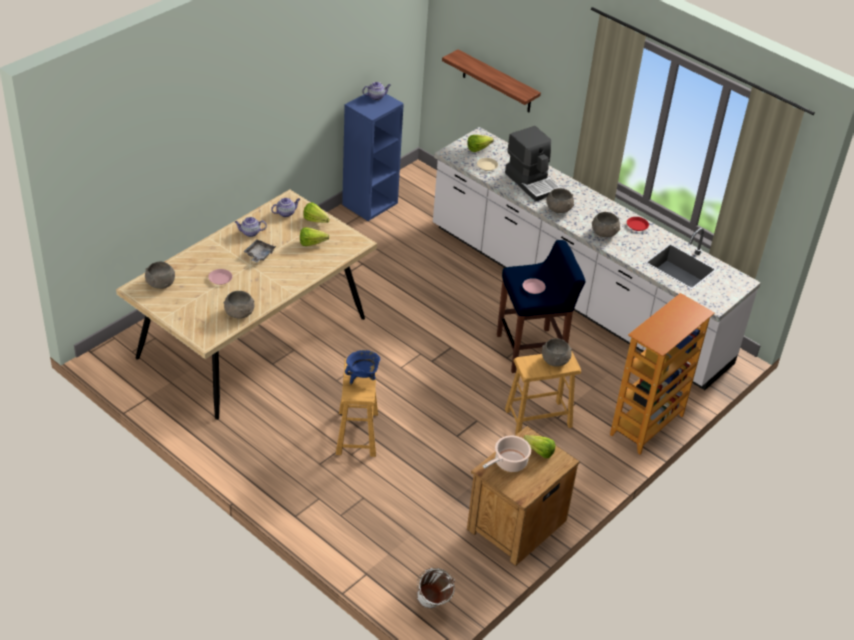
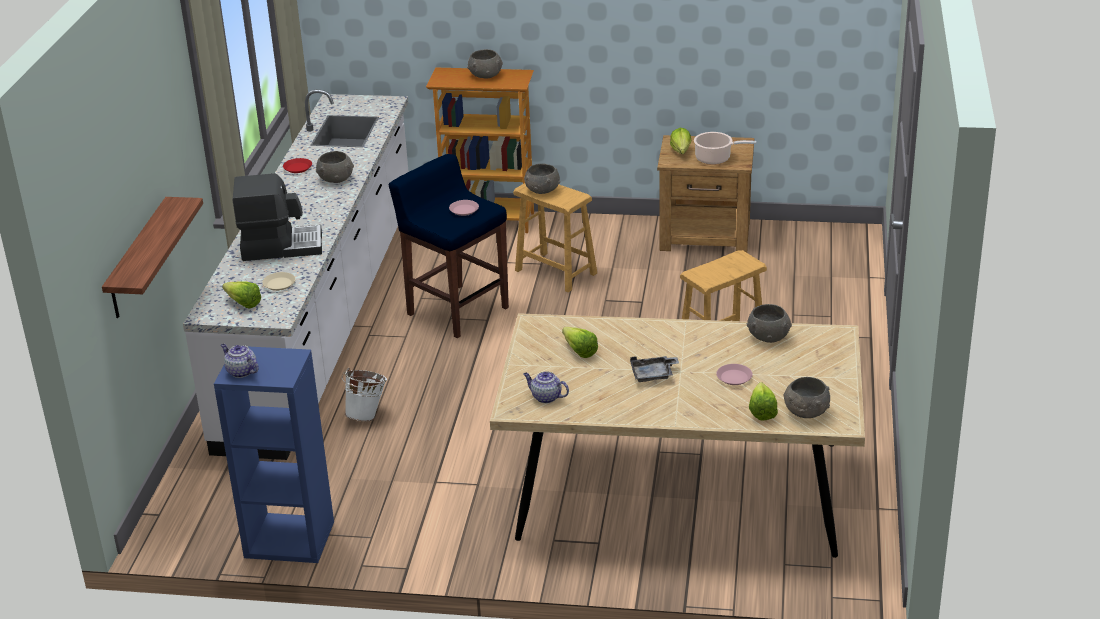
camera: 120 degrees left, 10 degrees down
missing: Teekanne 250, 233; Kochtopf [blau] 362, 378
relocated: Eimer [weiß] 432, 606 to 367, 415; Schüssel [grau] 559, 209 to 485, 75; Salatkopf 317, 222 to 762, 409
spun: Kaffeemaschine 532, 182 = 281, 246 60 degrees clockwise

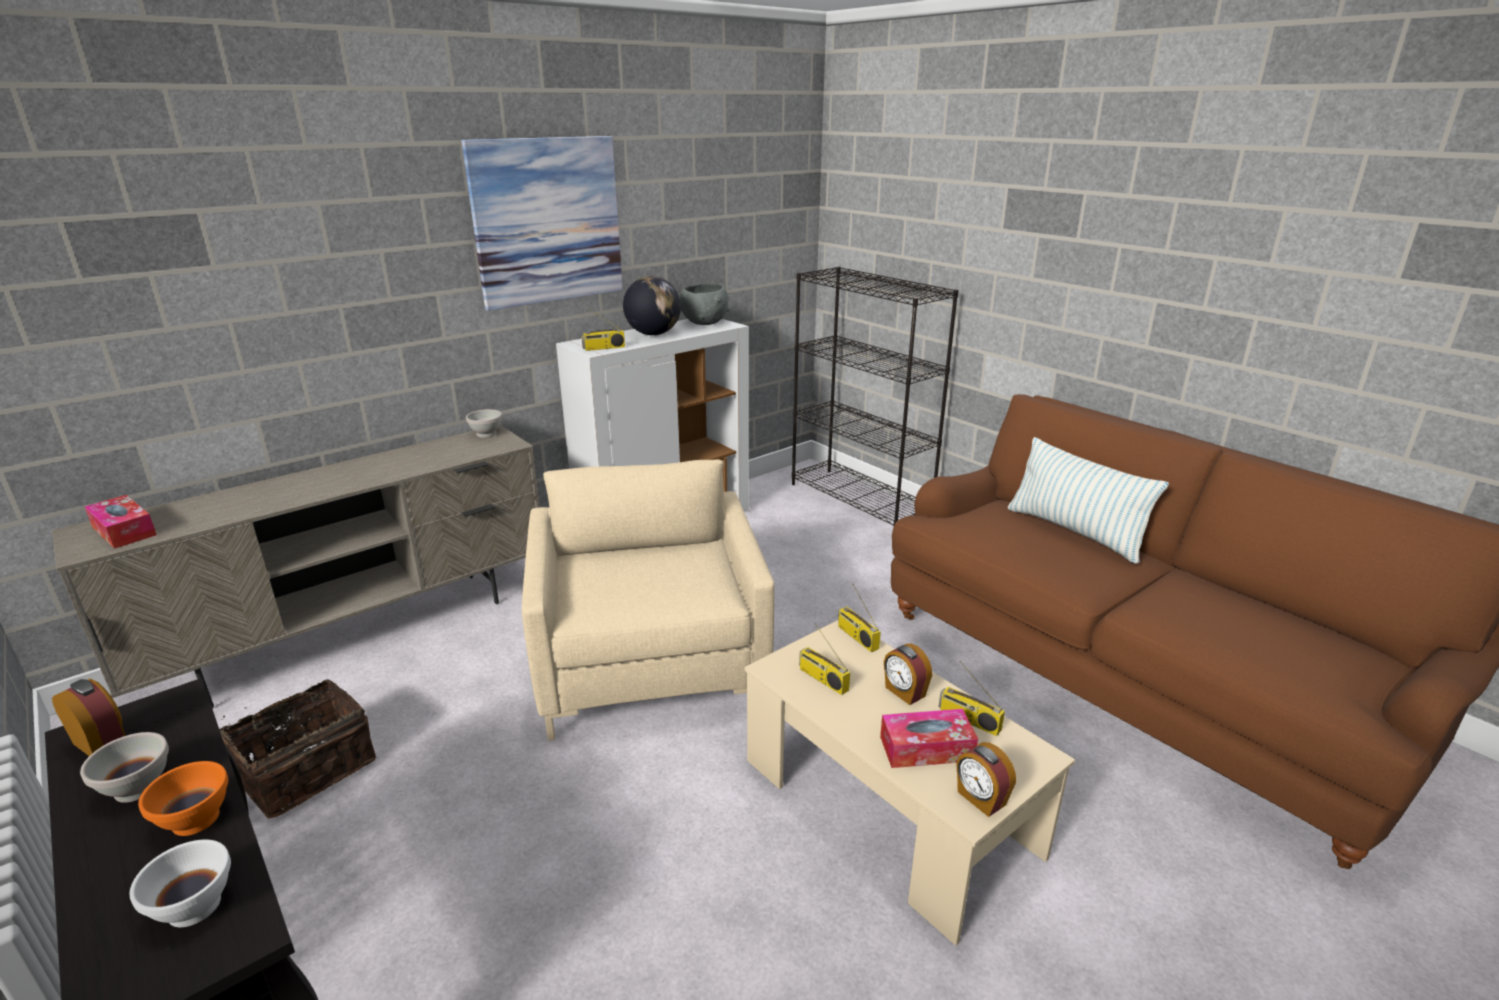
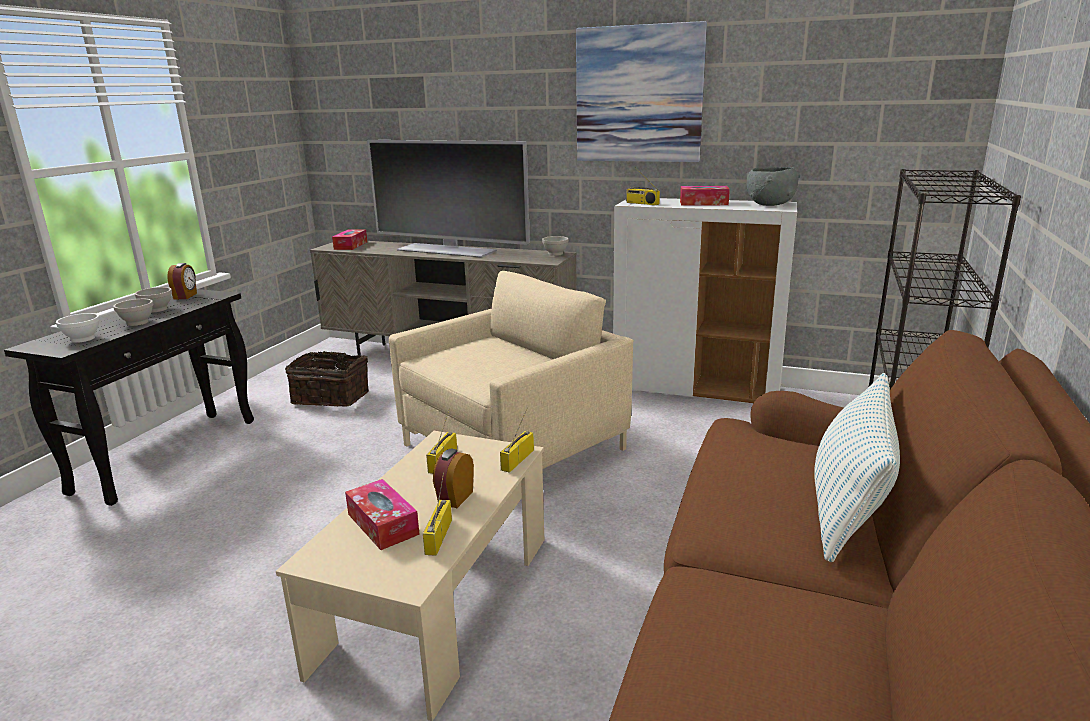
camera: 60 degrees right, 5 degrees down
missing: Wecker 980, 799
appeared: Fernseher 447, 250
exchanged: Globus 653, 334 to Taschentuchbox 703, 203
colour: Schüssel [orange] 196, 819 to Schüssel [weiß] 138, 322

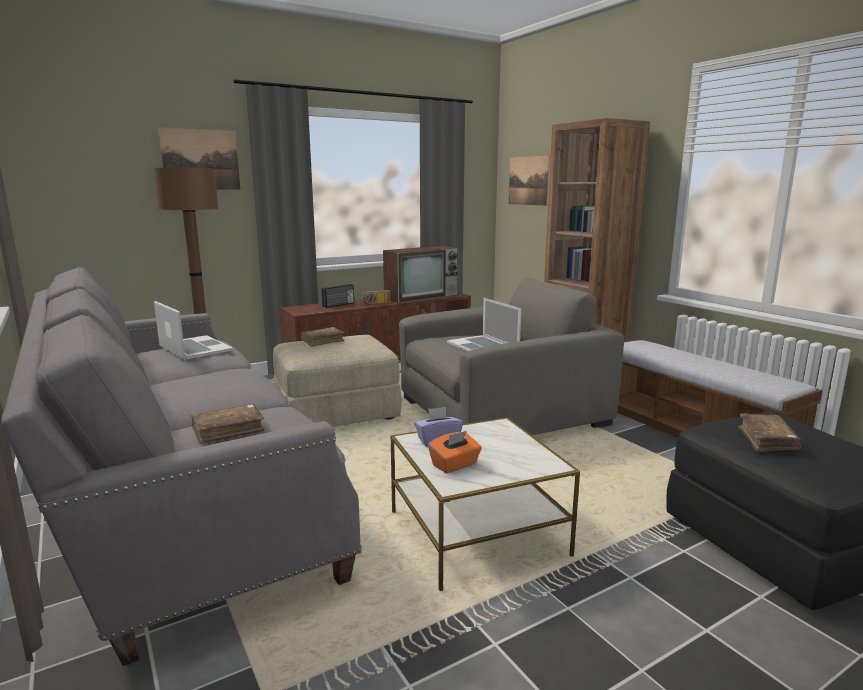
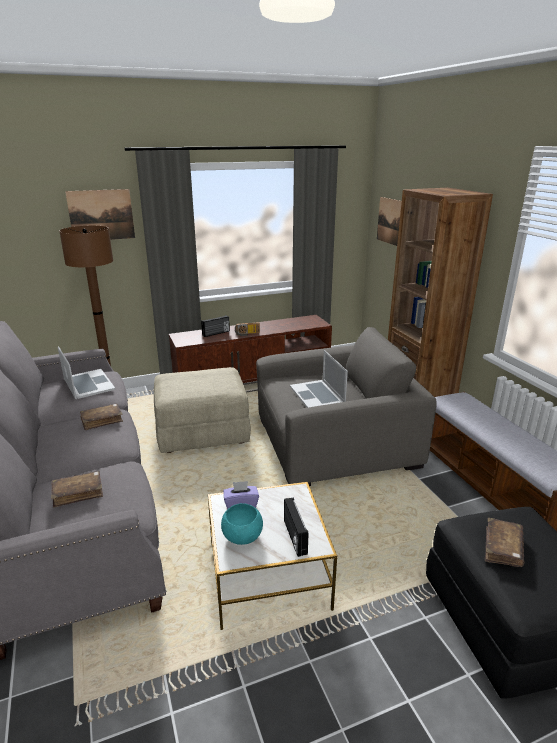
camera: 10 degrees right, 10 degrees up
missing: Fernseher 422, 296
appeared: Radio 294, 537
relocated: Buch [braun] 322, 341 to 102, 420
exchanged: Taschentuchbox [orange] 455, 465 to Schüssel [türkis] 242, 536

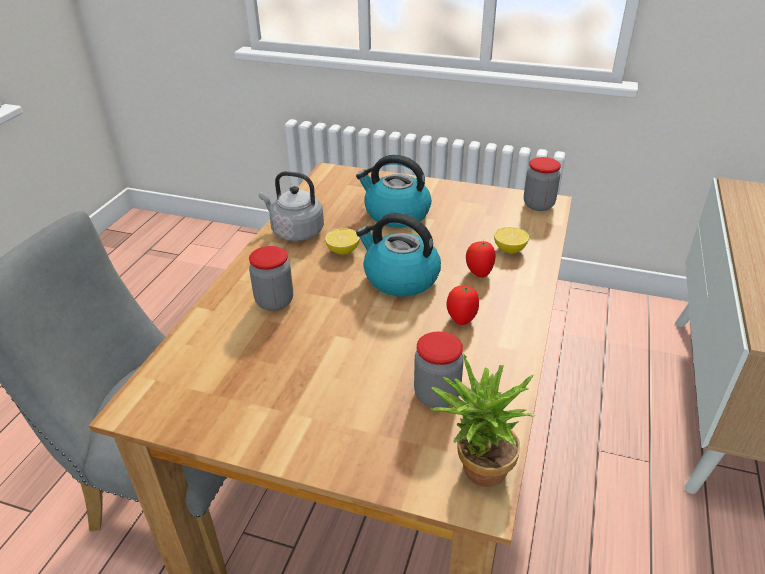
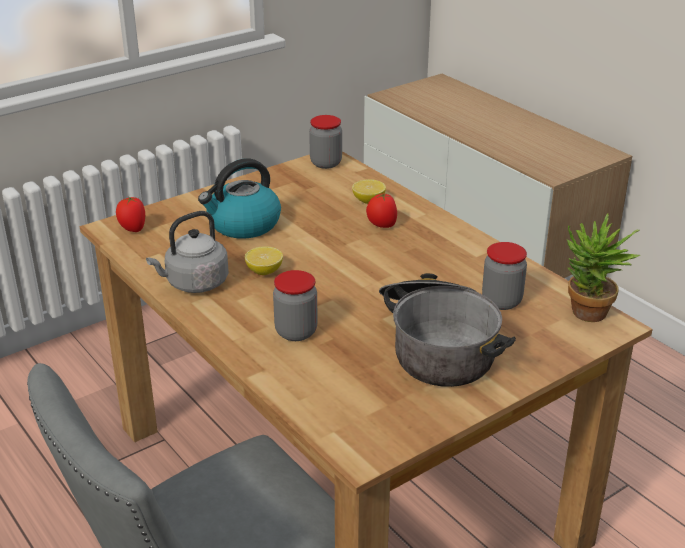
camera: 55 degrees left, 5 degrees down
missing: Wasserkessel 400, 278
appeared: Kochtopf 438, 347
relocated: Tomate 461, 319 to 132, 229

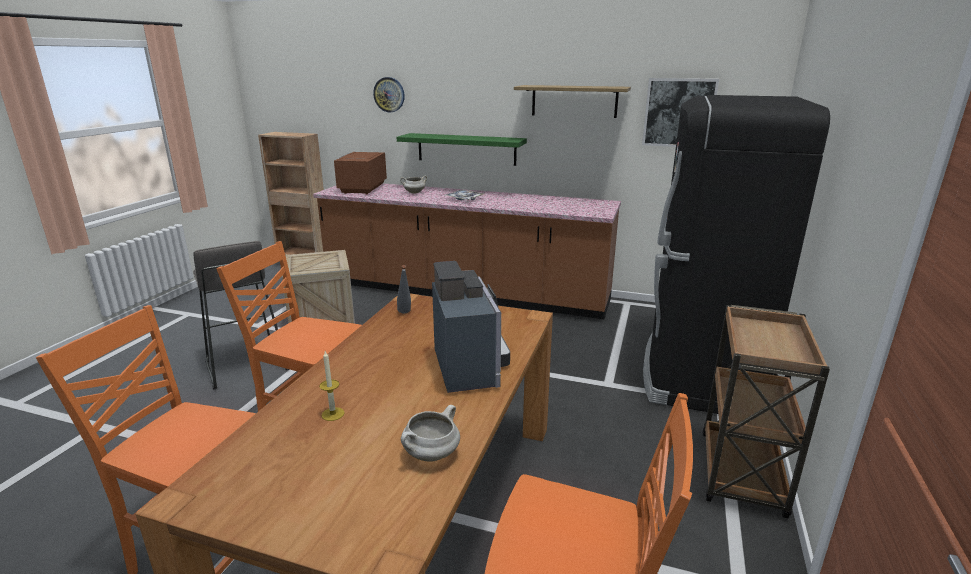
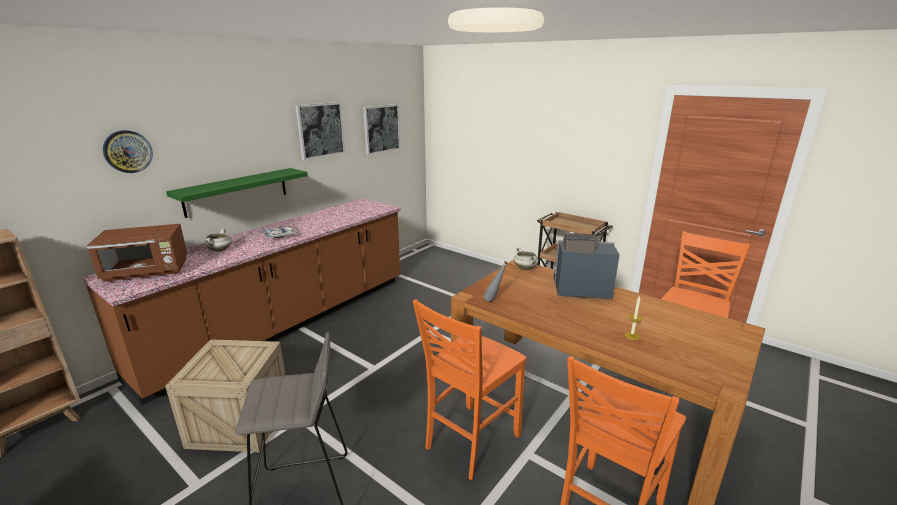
camera: 70 degrees left, 0 degrees up
missing: Kühlschrank [schwarz] 698, 373
relocated: Kochtopf [weiß] 431, 455 to 525, 268
exchanged: Wandregal 574, 101 to Bild 320, 130
spun: Mikrowelle [braun] 362, 188 = 148, 272 45 degrees counterclockwise

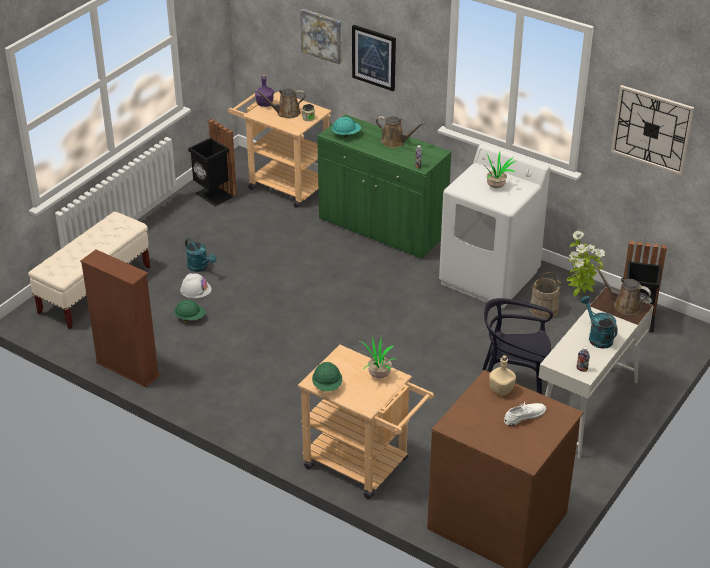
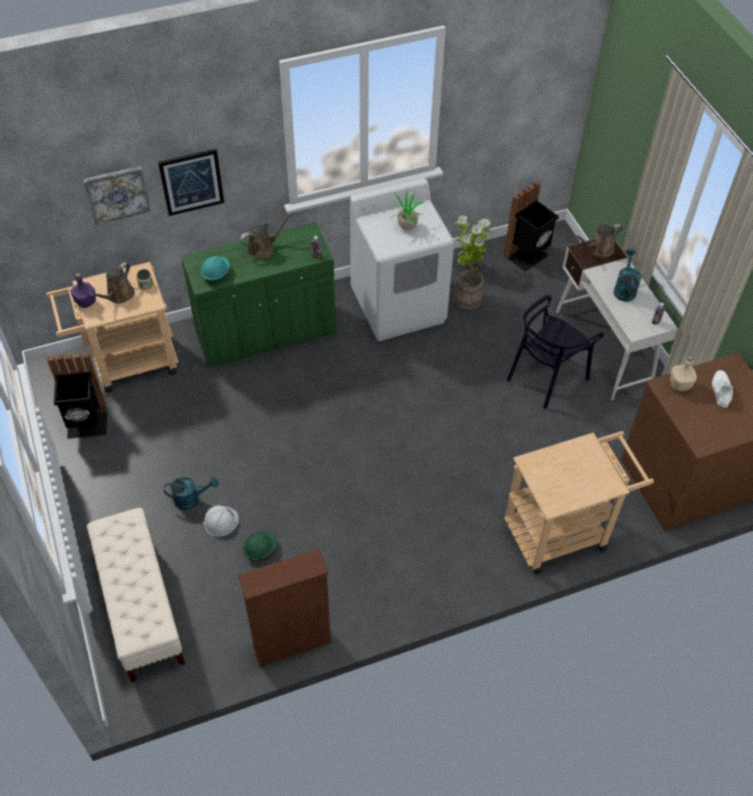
camera: 55 degrees left, 15 degrees up
missing: Schutzhelm [grün] 327, 386; Topfpflanze 377, 375; Wanduhr 652, 129
spun: Gießkanne [türkis] 597, 337 = 624, 289 90 degrees clockwise

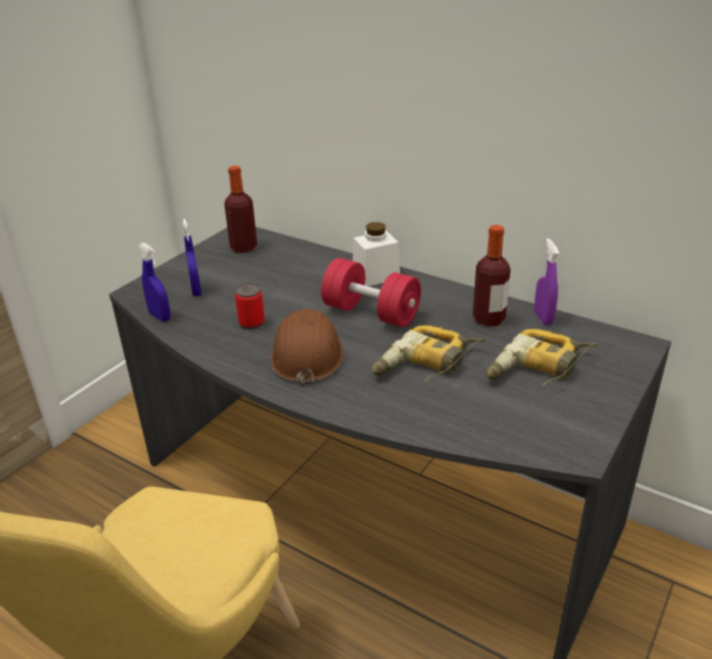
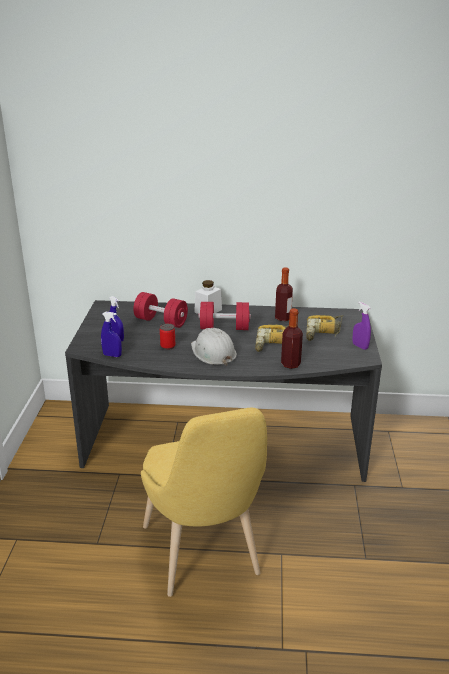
camera: 30 degrees left, 5 degrees down
appeared: Hantel [rot] 161, 321
relocated: Flasche 243, 248 to 290, 364; Sprühflasche [lila] 543, 318 to 360, 346
colour: Schutzhelm [braun] 307, 354 to Schutzhelm [weiß] 213, 352

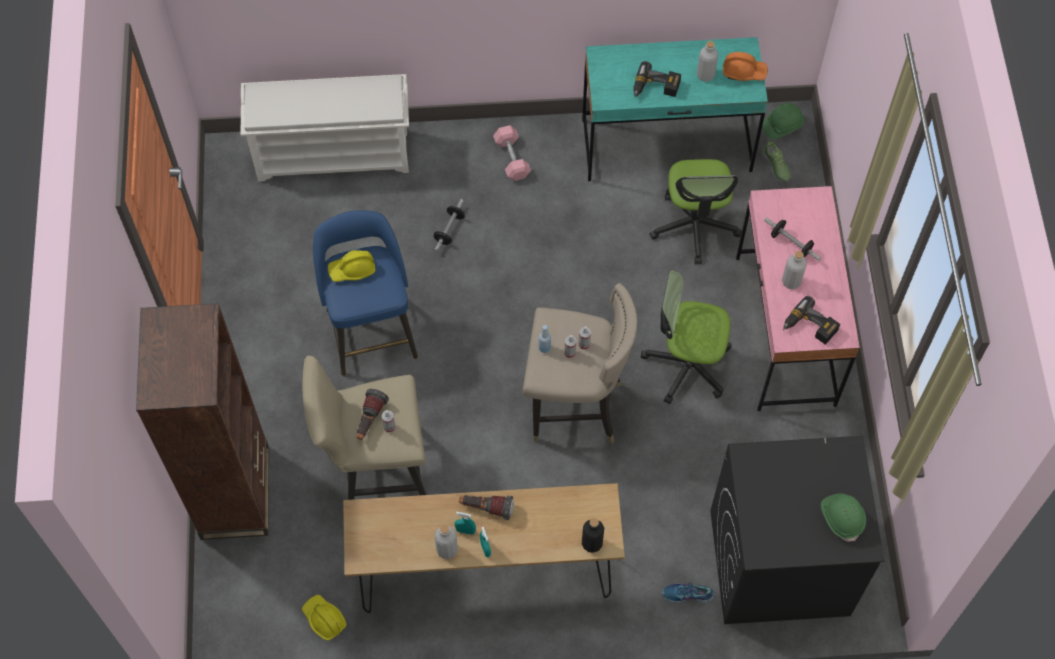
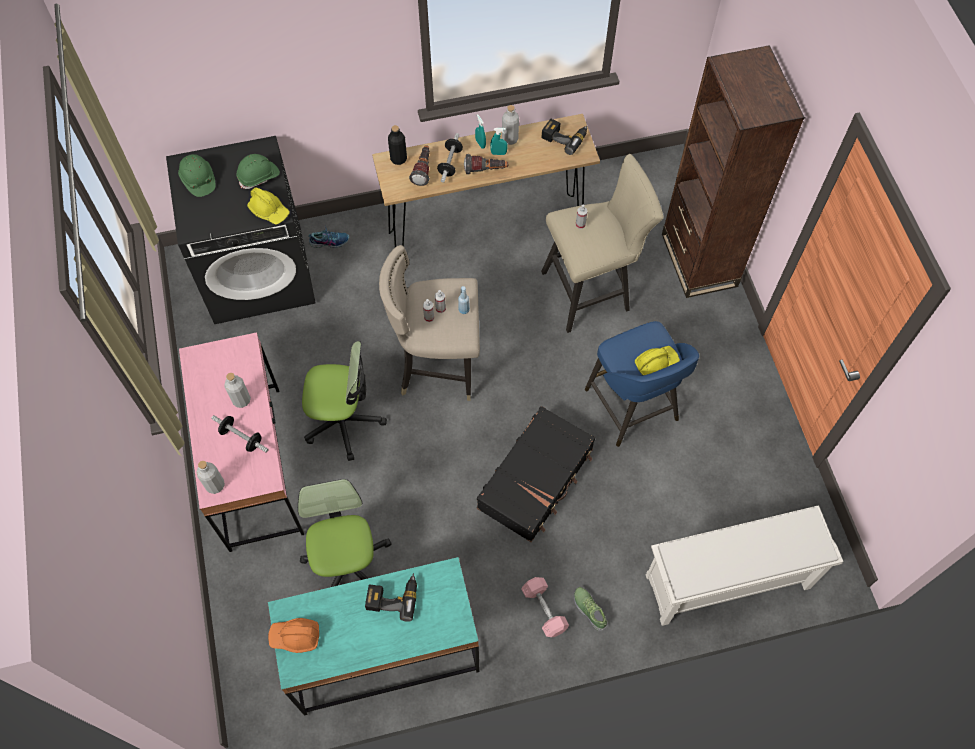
camera: 170 degrees right, 0 degrees up
appeared: Koffer [schwarz] 536, 479
relocated: Flasche [grau] 705, 75 to 215, 485; Schutzhelm [grün] 782, 125 to 259, 177; Schutzhelm [gelb] 324, 619 to 269, 210; Taschenlampe 370, 420 to 423, 170; Hantel 449, 230 to 450, 163; Bohrmaschine 809, 328 to 565, 137; Schuh 776, 166 to 590, 609

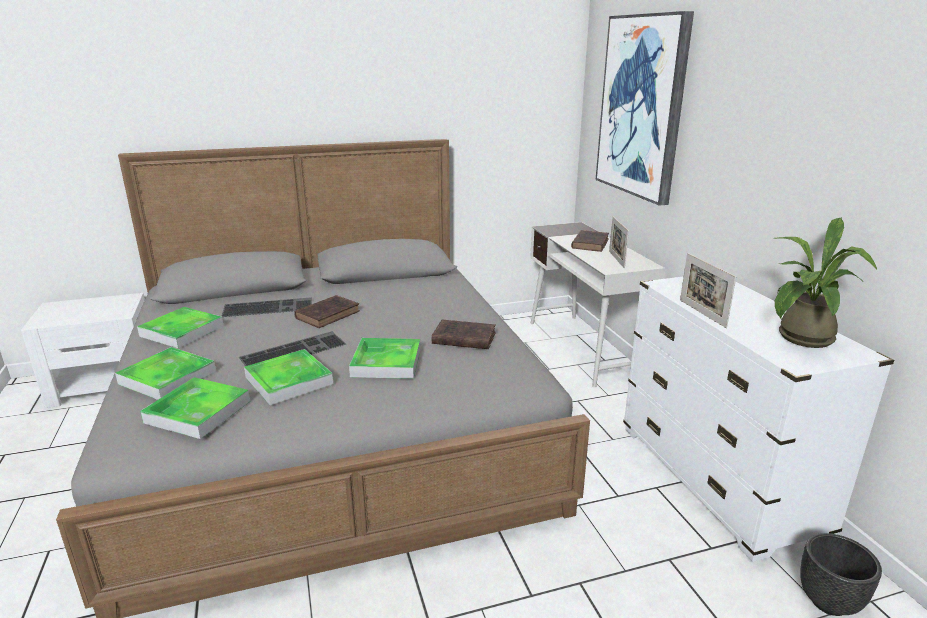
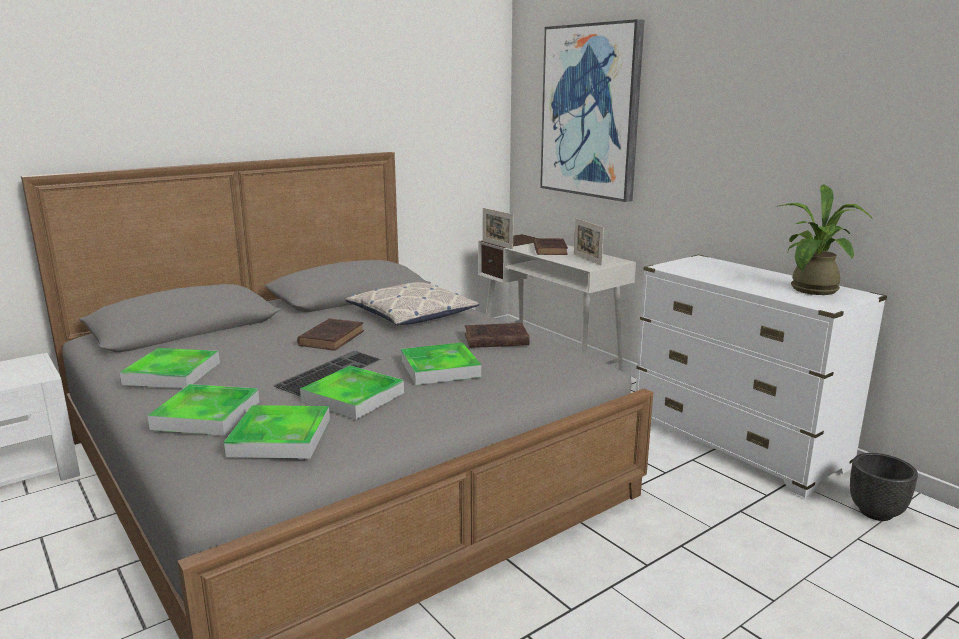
camera: 20 degrees left, 5 degrees down
missing: Tastatur 269, 307
appeared: Kissen 411, 314
relocated: Bilderrahmen 702, 313 to 497, 245

